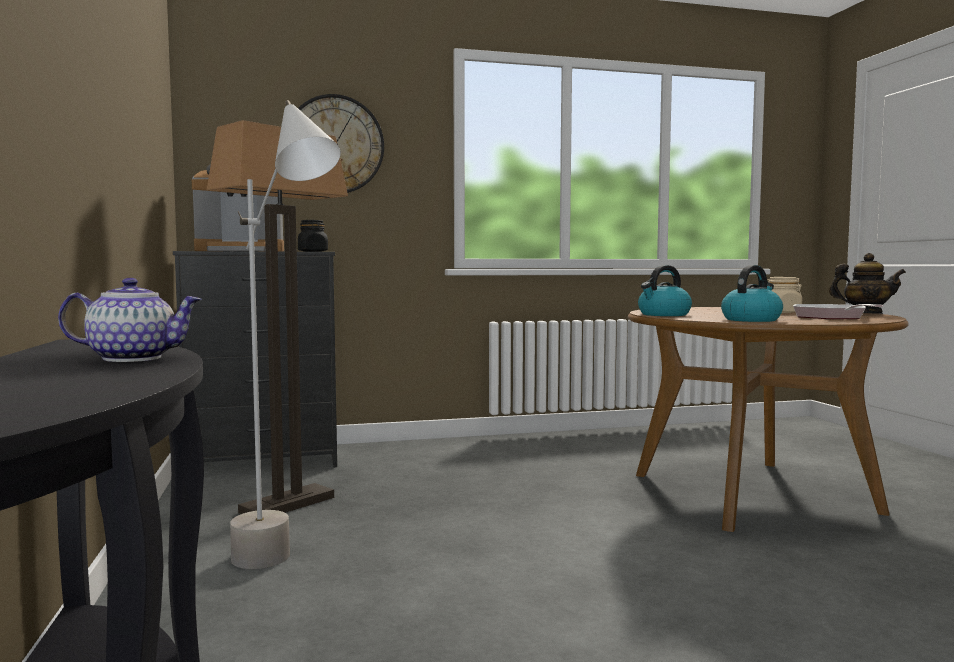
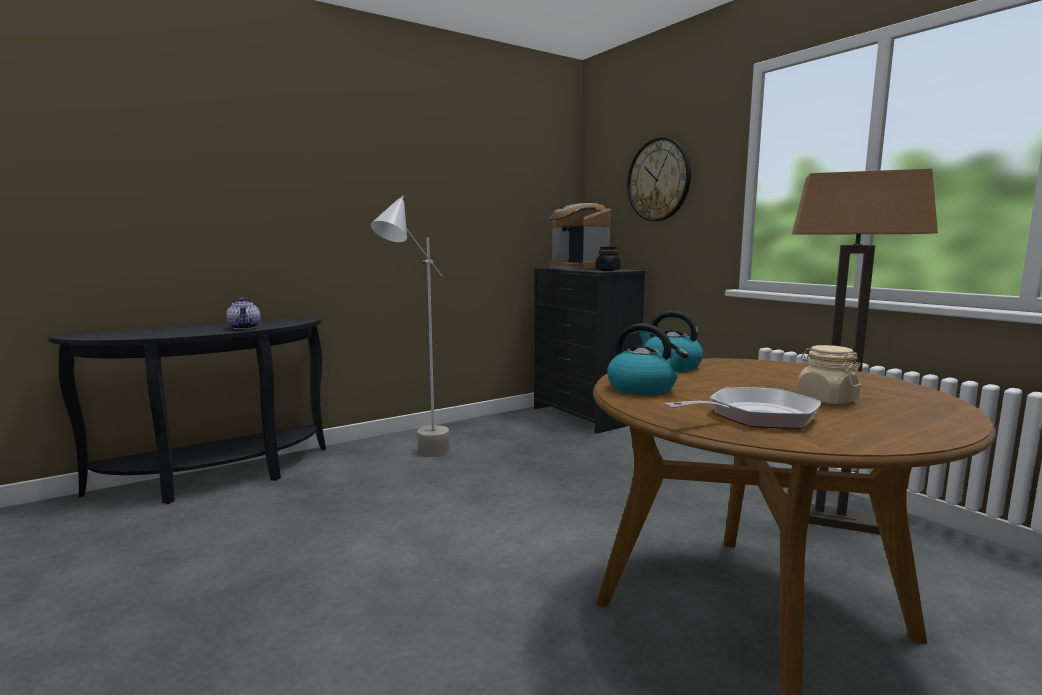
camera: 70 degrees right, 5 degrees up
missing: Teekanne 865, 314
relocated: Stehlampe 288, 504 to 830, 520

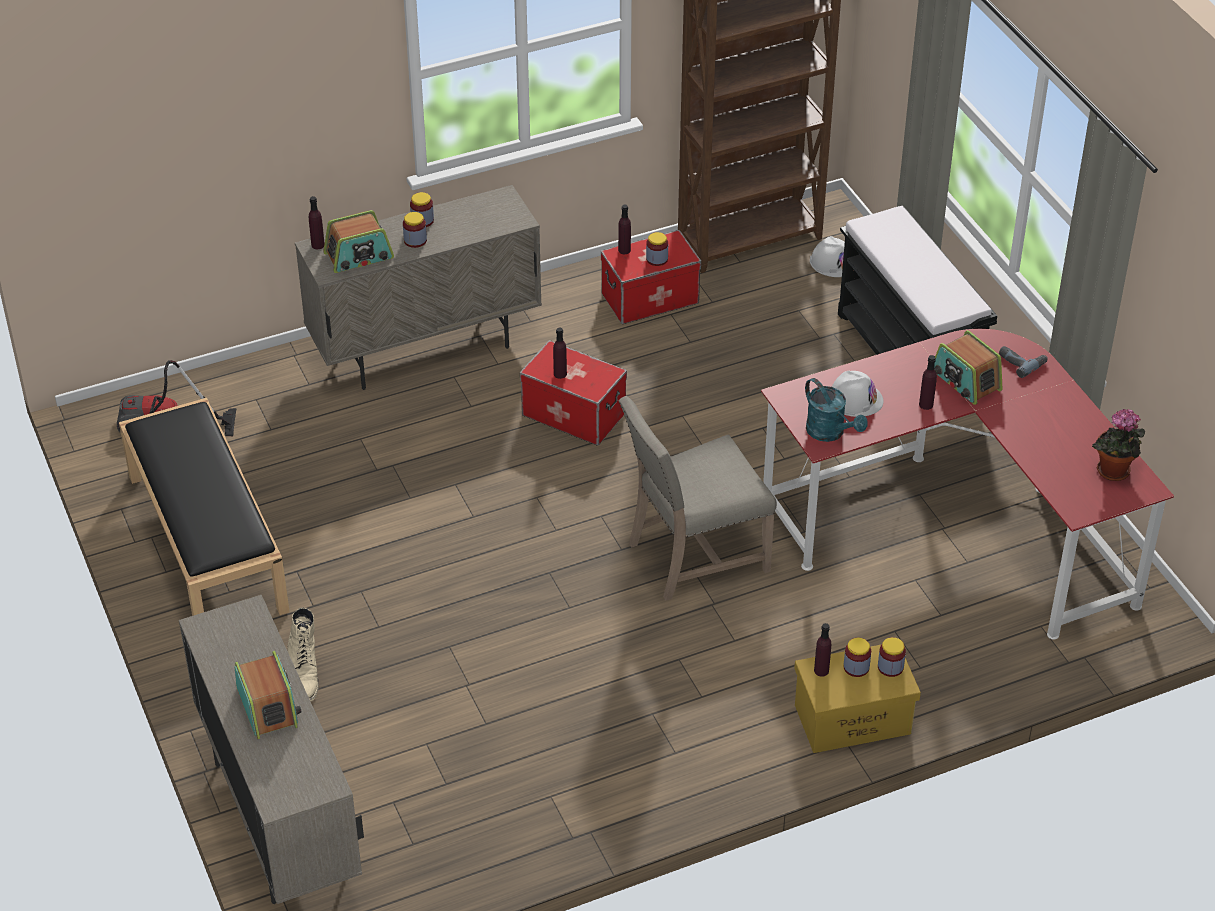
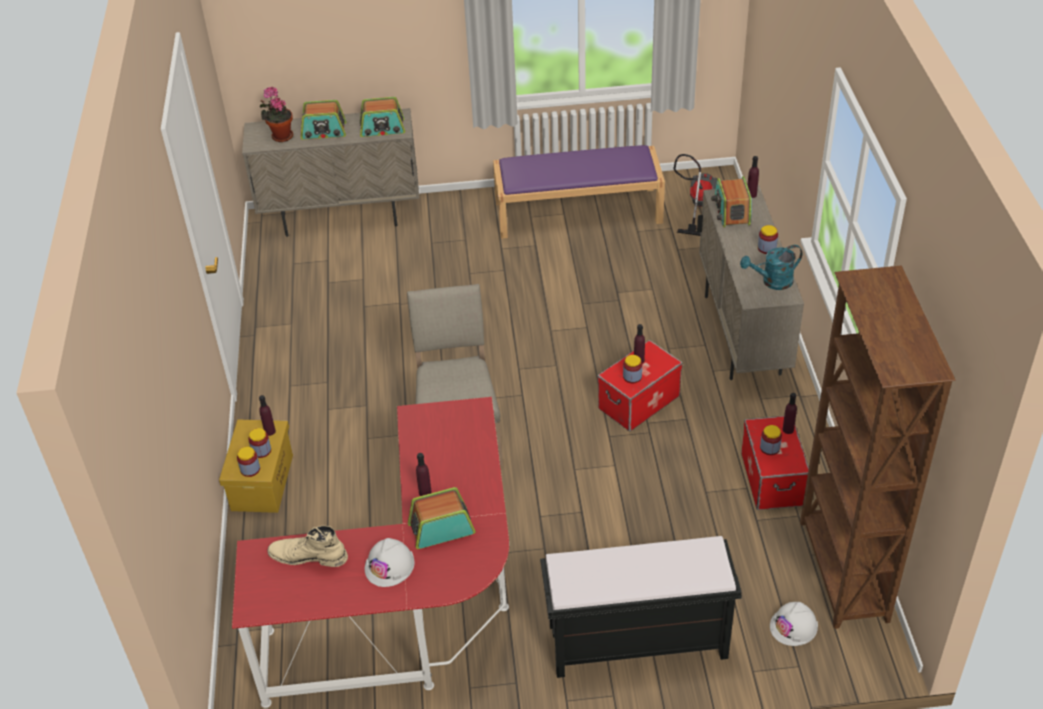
camera: 110 degrees right, 0 degrees up
missing: Bohrmaschine 1021, 361
appeared: Radio 382, 128
relocated: Topfpflanze 1113, 473 to 280, 136; Stiefel [beige] 303, 671 to 308, 556; Schutzhelm [weiß] 855, 399 to 390, 566; Vorratsglas 415, 240 to 632, 377; Gießkanne [türkis] 830, 433 to 772, 282
colour: Bank [schwarz] 205, 542 to Bank [lila] 579, 211

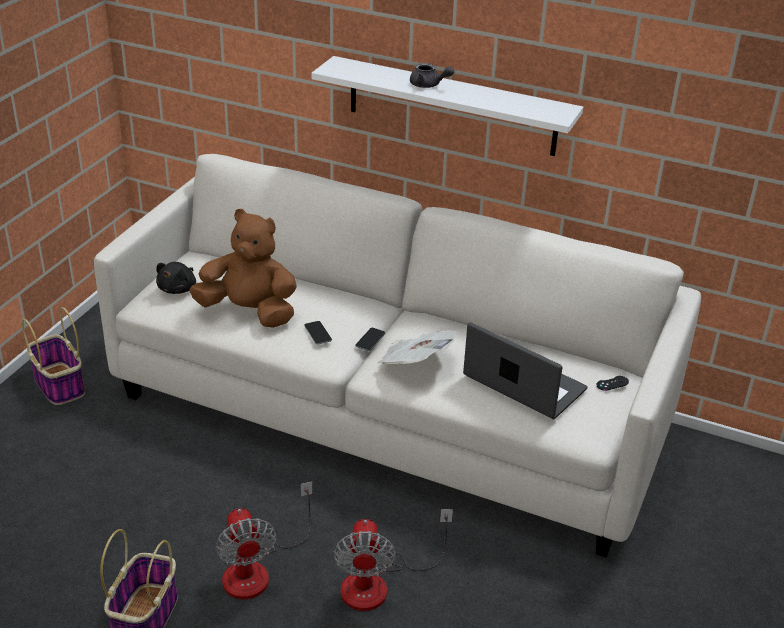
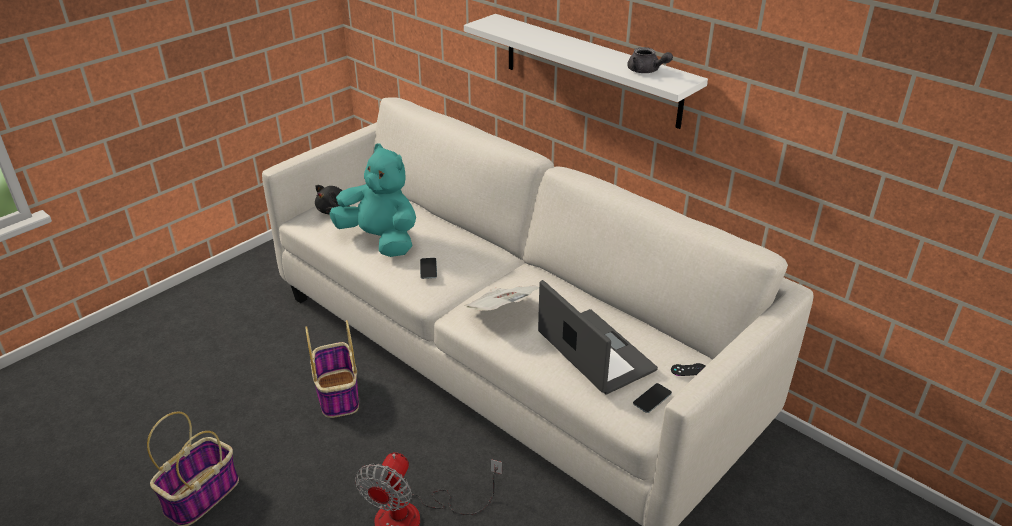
camera: 20 degrees right, 0 degrees up
missing: Ventilator 257, 569
relocated: Korb 58, 384 to 337, 393; Teekanne [grau] 428, 85 to 646, 71; Handy 370, 339 to 652, 398
colour: Plüschtier [braun] 249, 312 to Plüschtier [türkis] 380, 240

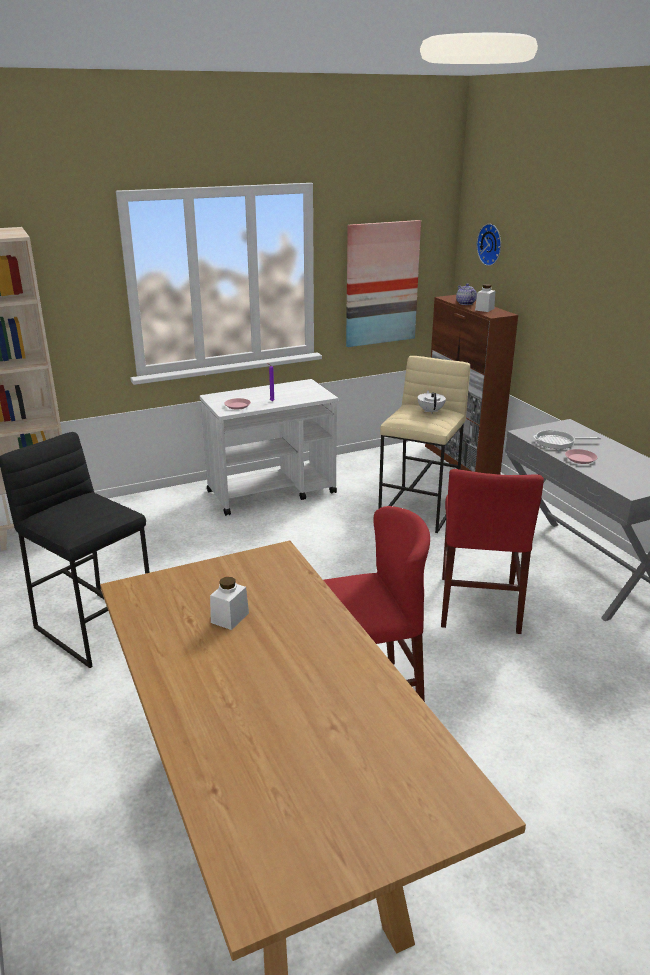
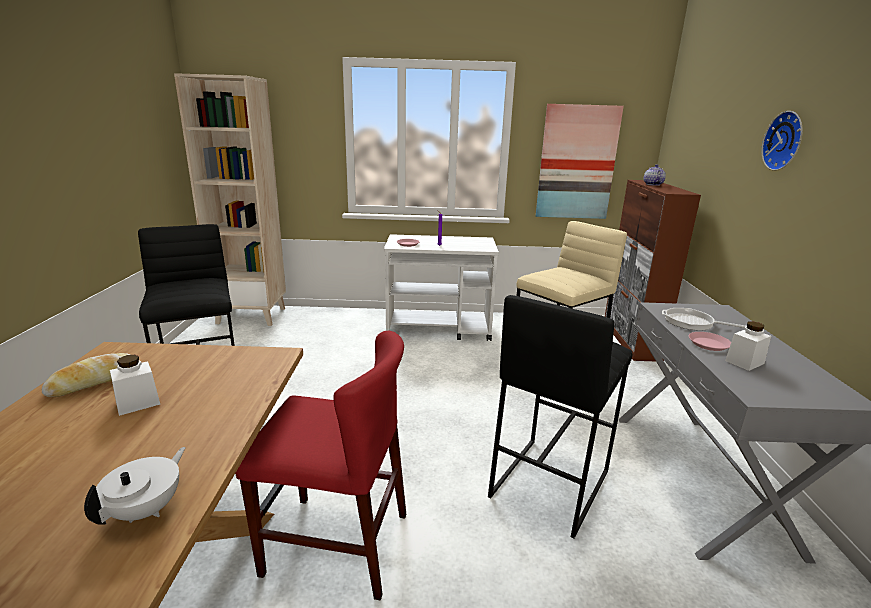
camera: 25 degrees right, 5 degrees down
appeared: Brot 94, 381
relocated: Teekanne [weiß] 431, 411 to 147, 509; Vorratsglas [weiß] 484, 309 to 744, 362; Wanduhr 491, 244 to 785, 141
exchanged: Stuhl [rot] 479, 604 to Hocker [schwarz] 548, 483

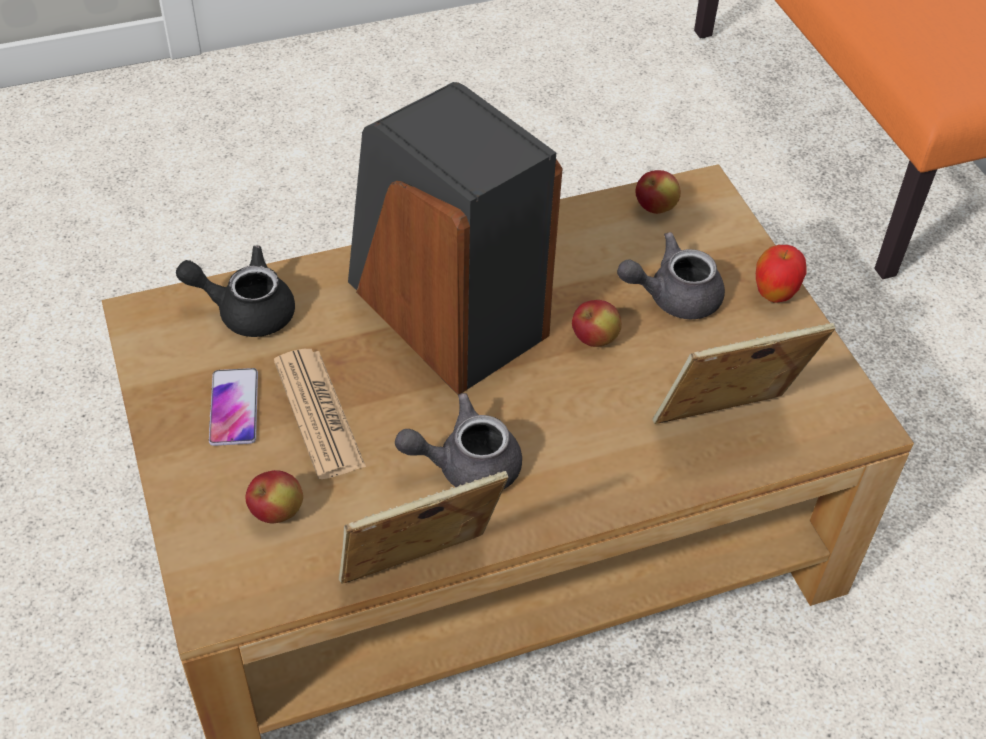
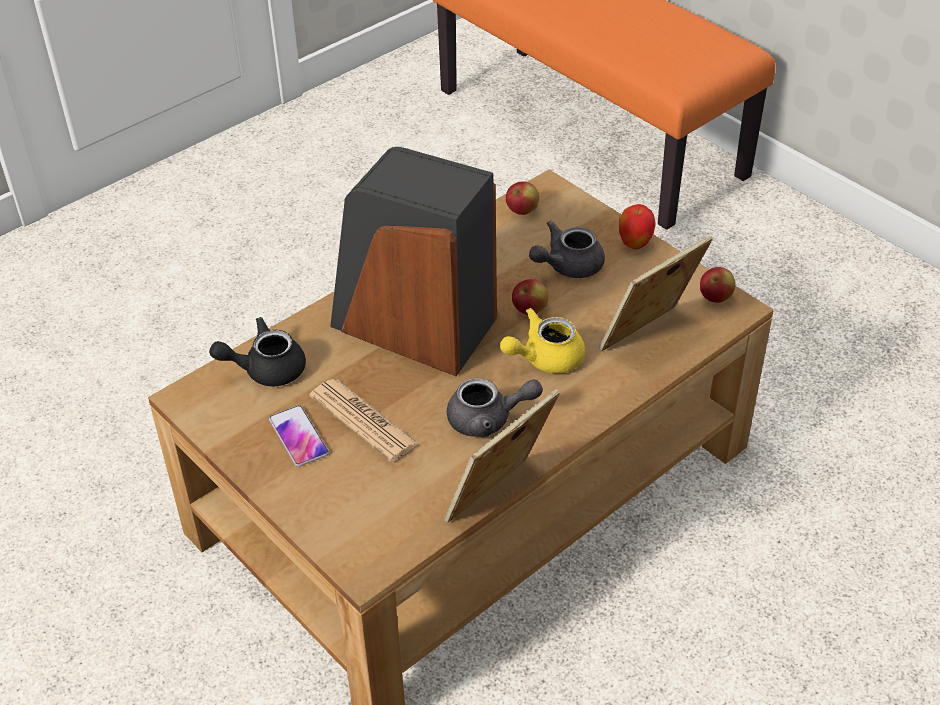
camera: 20 degrees left, 5 degrees down
appeared: Teekanne [gelb] 544, 358
relocated: Apfel 277, 512 to 715, 298
spun: Teekanne [grau] 466, 465 = 488, 419 150 degrees counterclockwise

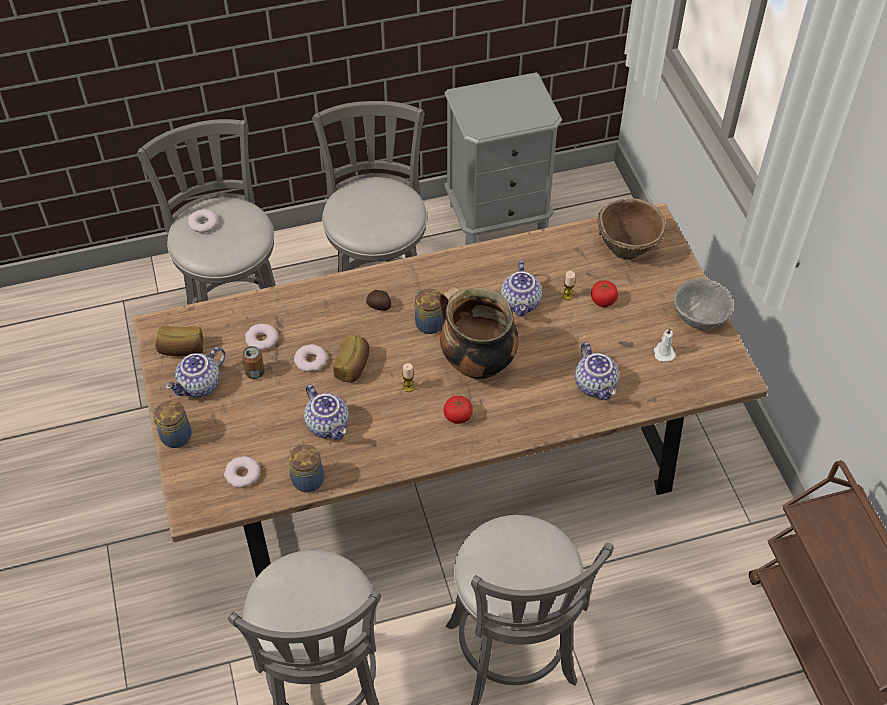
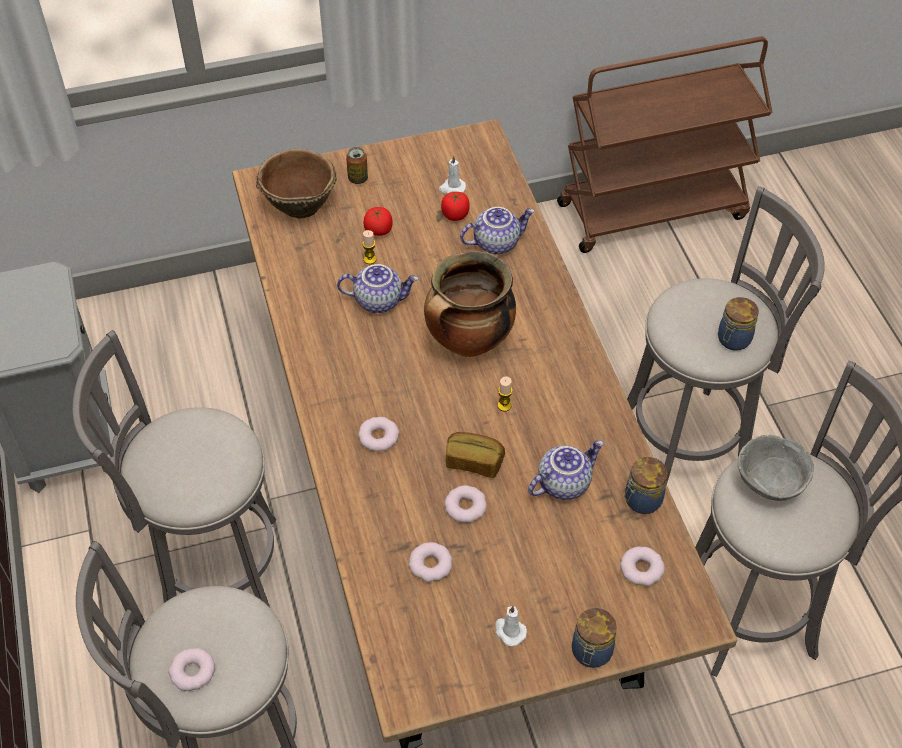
camera: 90 degrees left, 0 degrees up
missing: Brot 182, 350
relocated: Dose 255, 372 to 358, 178; Tomate 458, 416 to 455, 214; Vorratsglas 428, 323 to 733, 340; Schüssel [grau] 699, 317 to 768, 483
exchanged: Kartoffel 379, 306 to Donut 378, 437; Teekanne 200, 386 to Kerze [weiß] 509, 631

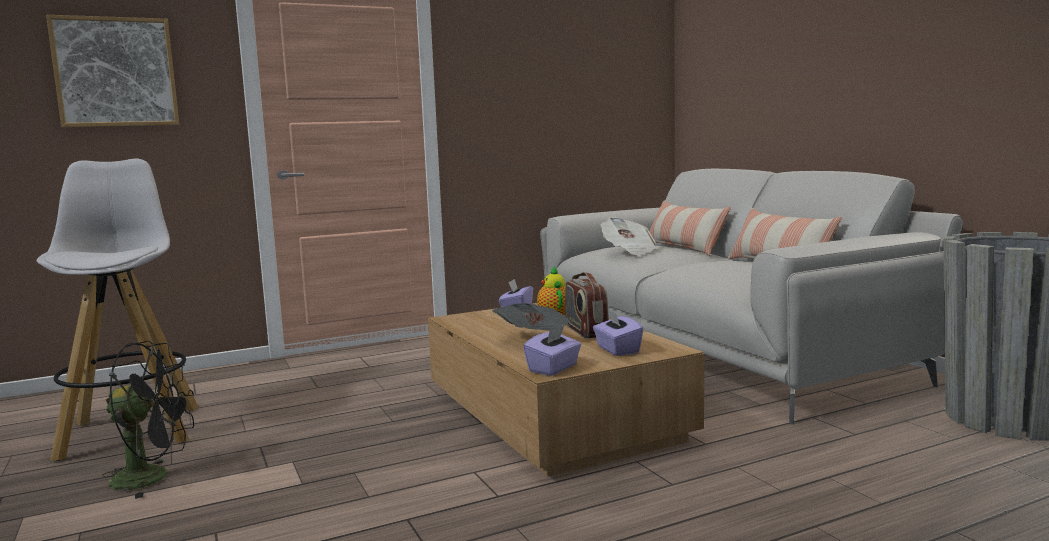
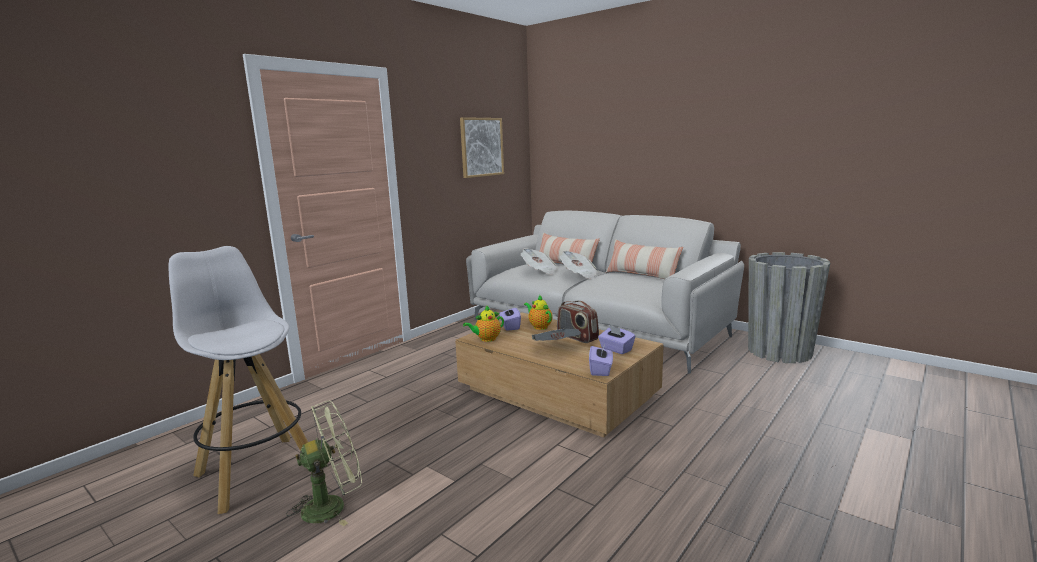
camera: 25 degrees left, 5 degrees up
appeared: Teekanne 486, 339; Zeitung 579, 275
relocated: Bild 115, 72 to 481, 147
colour: Ventilator [schwarz] 153, 477 to Ventilator [grün] 333, 505

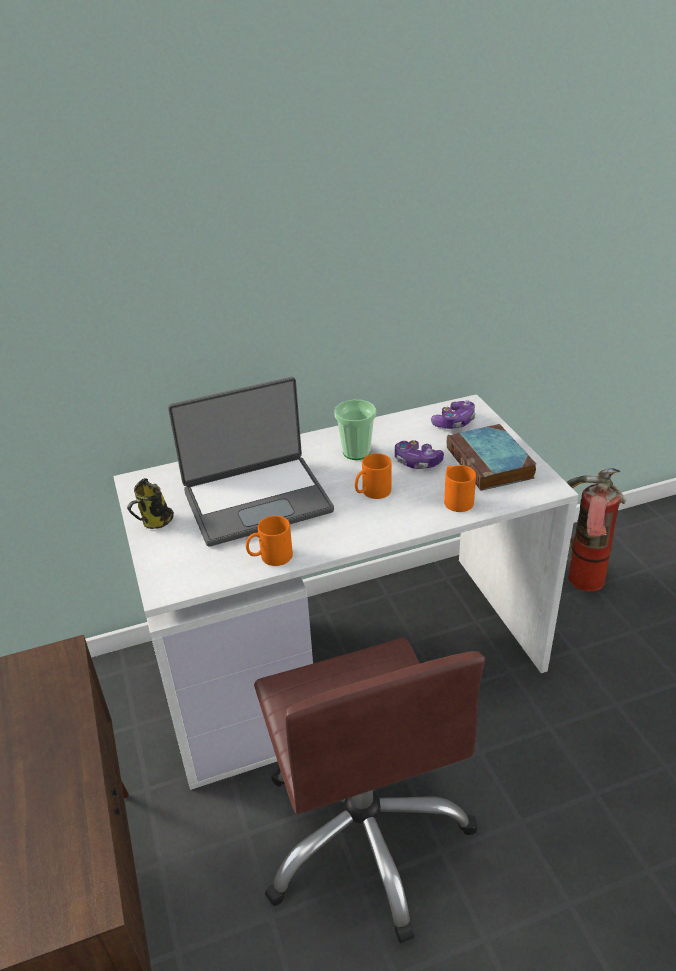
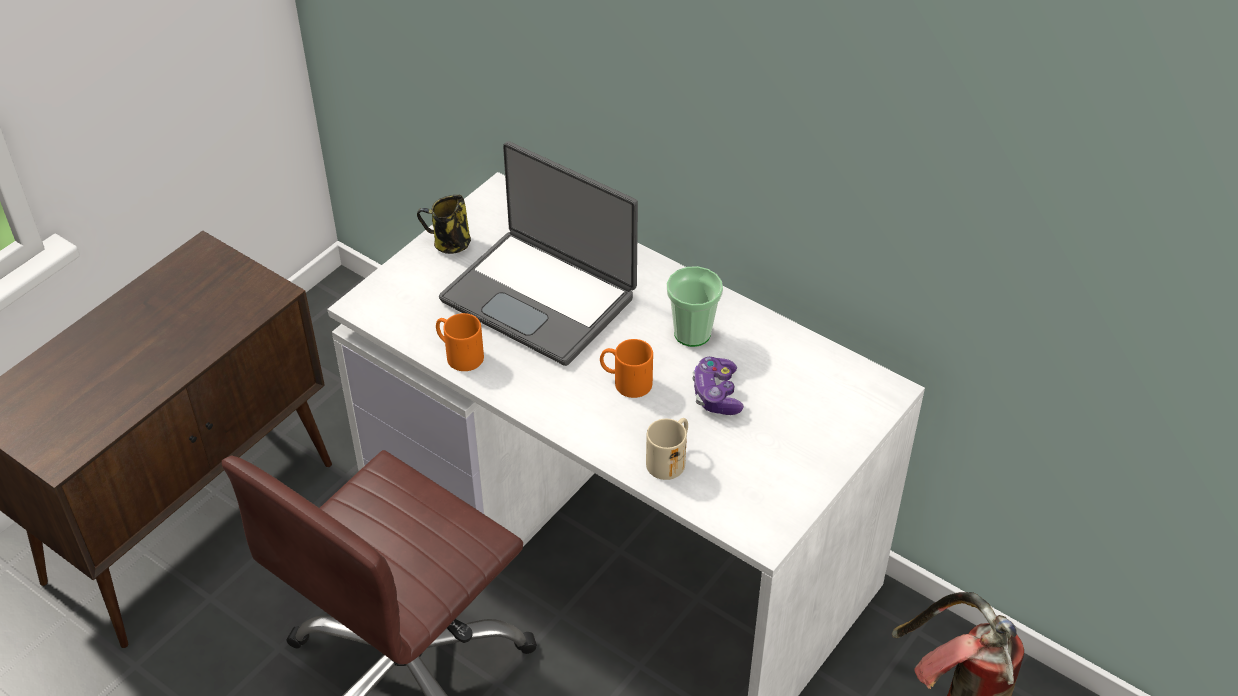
camera: 55 degrees right, 10 degrees up
missing: Gamepad 454, 422; Buch 491, 464
colour: Henkelbecher [orange] 455, 499 to Henkelbecher [beige] 670, 458

